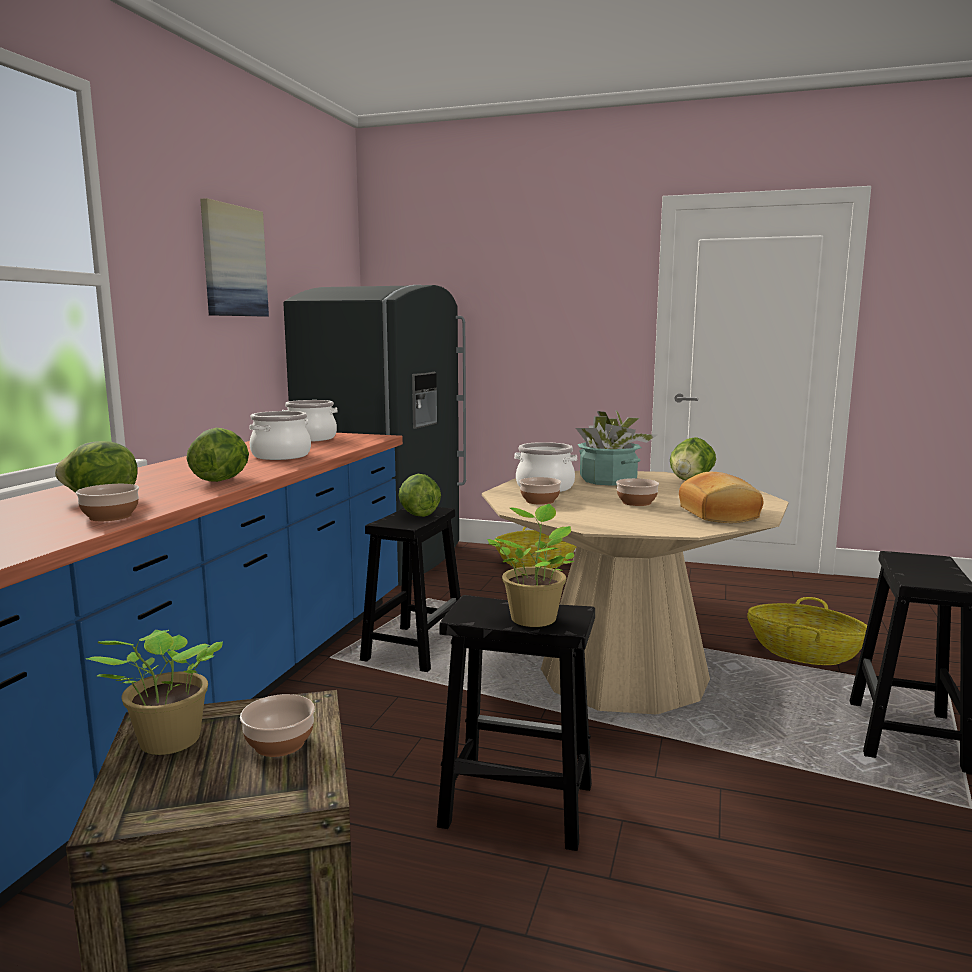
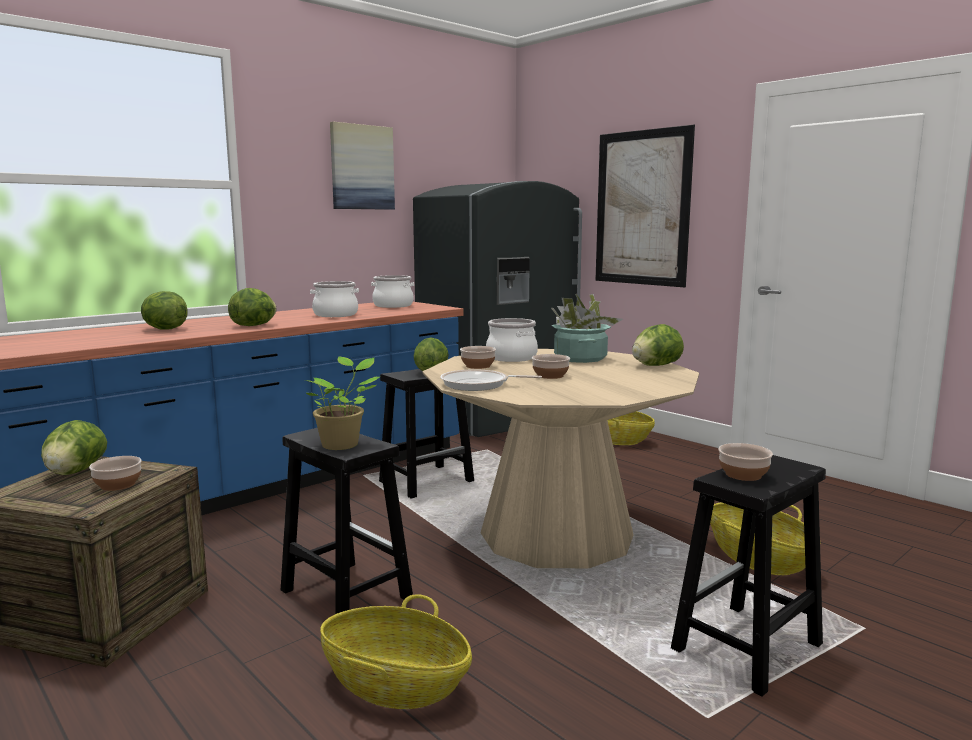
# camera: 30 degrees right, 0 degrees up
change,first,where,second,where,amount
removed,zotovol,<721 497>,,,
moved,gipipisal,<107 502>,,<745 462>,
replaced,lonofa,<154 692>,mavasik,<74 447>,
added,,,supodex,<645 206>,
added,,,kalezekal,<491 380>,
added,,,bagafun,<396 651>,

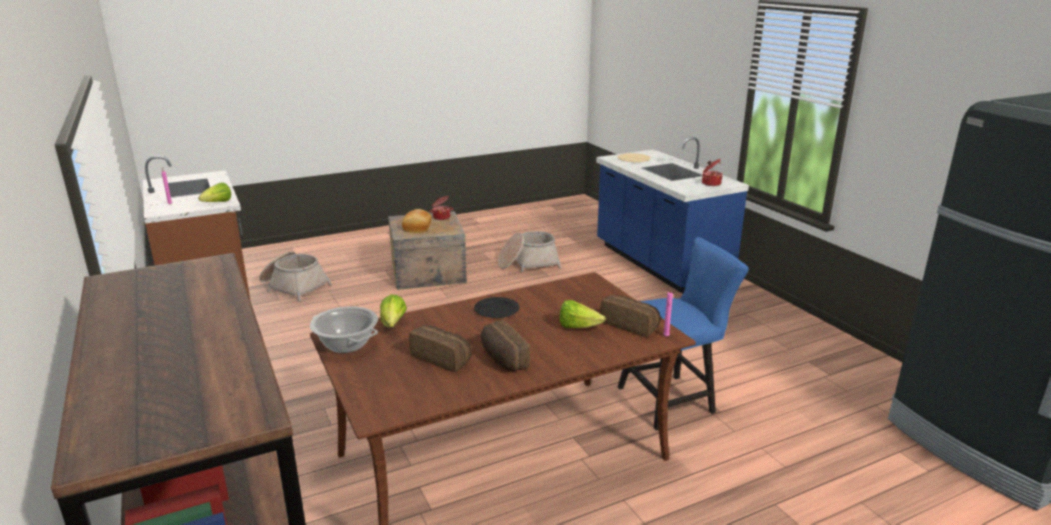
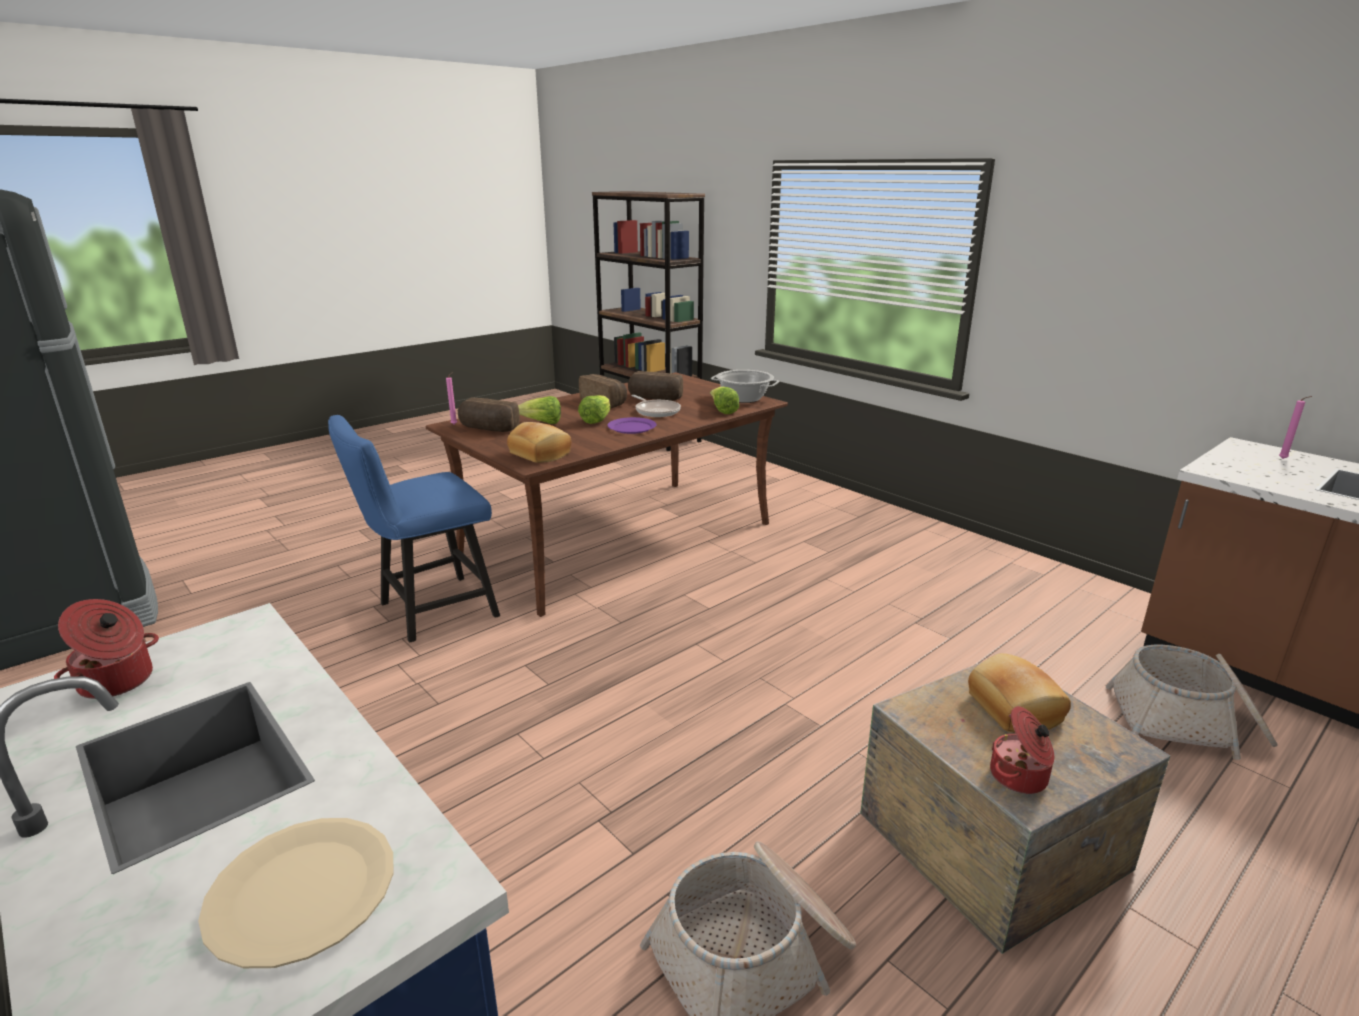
# camera: 165 degrees right, 0 degrees up
change,first,where,second,where,amount
moved,mavasik,<214 192>,,<594 409>,
recoloured,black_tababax,<497 307>,purple_tababax,<632 425>,
added,,,kalezekal,<656 406>,
added,,,zotovol,<539 442>,

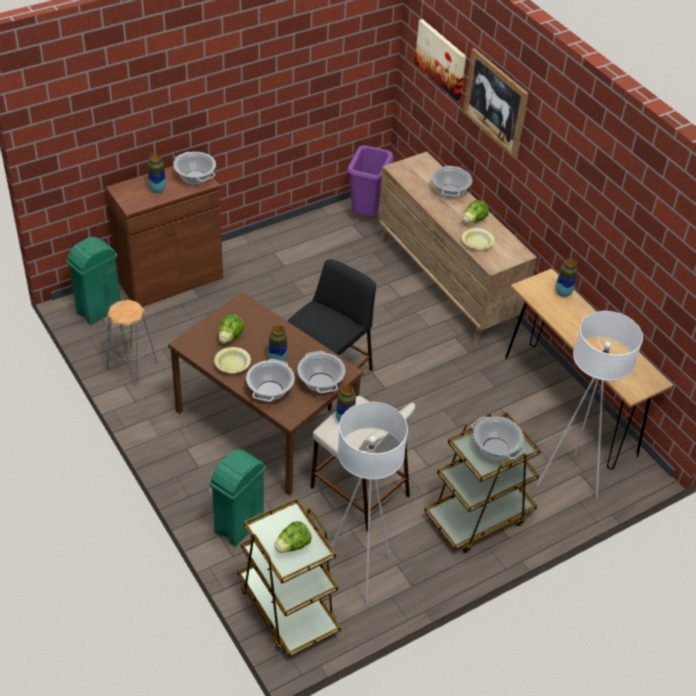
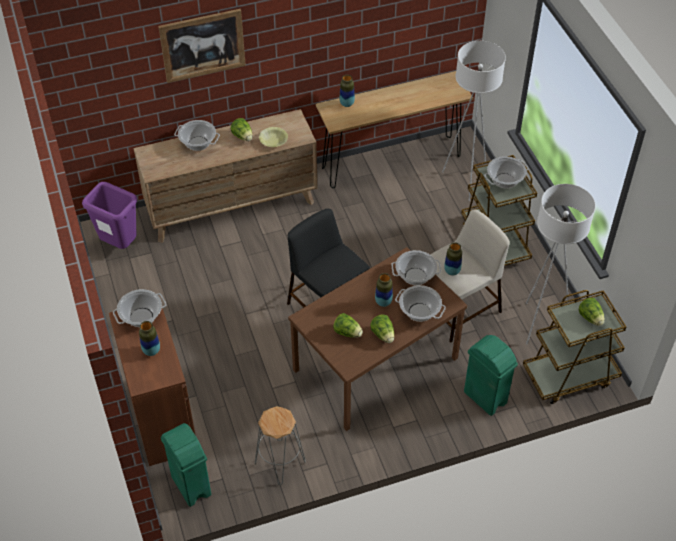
# camera: 75 degrees left, 5 degrees up
change,first,where,second,where,amount
removed,supodex,<440 60>,,,
replaced,yellow_gipipisal,<232 360>,mavasik,<382 328>,

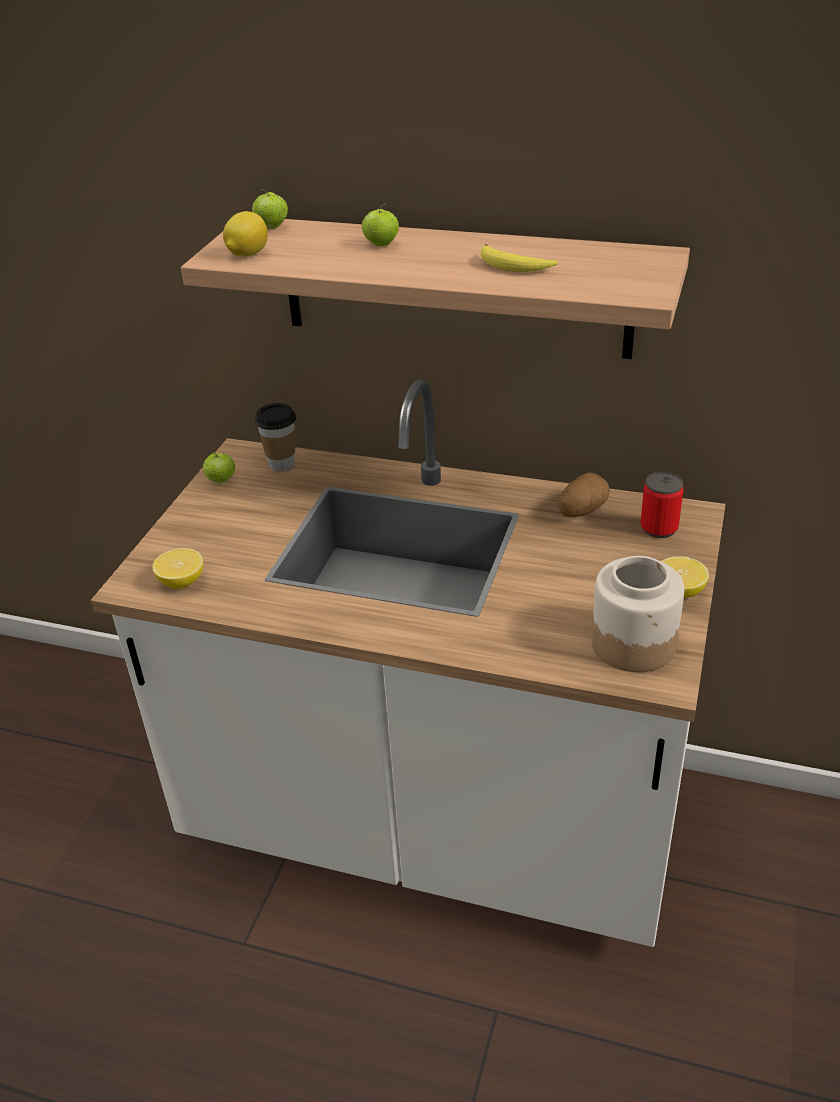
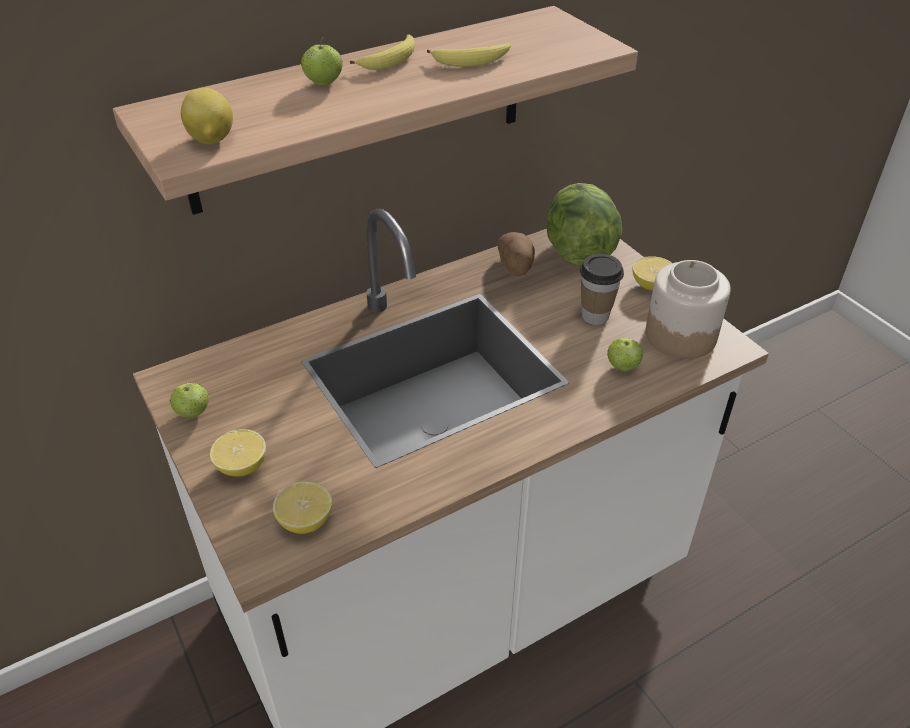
# camera: 50 degrees left, 5 degrees up
change,first,where,second,where,amount
moved,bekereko,<270 209>,,<625 354>,
moved,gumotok,<275 437>,,<602 289>,
replaced,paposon,<662 505>,mavasik,<584 224>,
added,,,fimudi,<382 52>,
added,,,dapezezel,<238 452>,

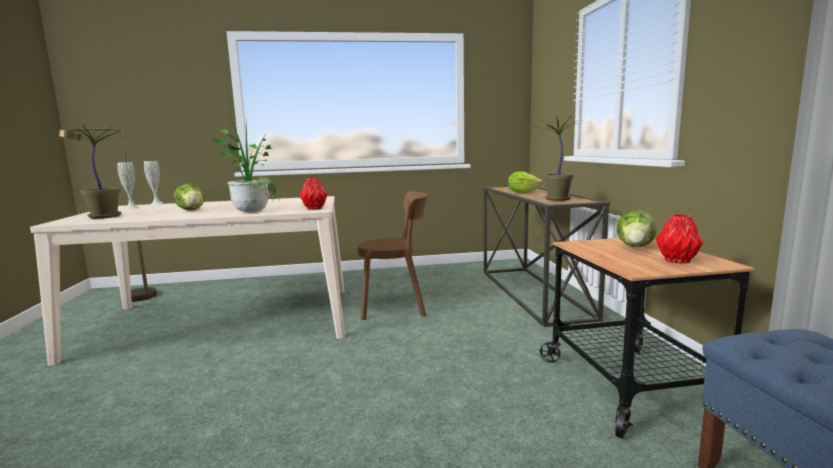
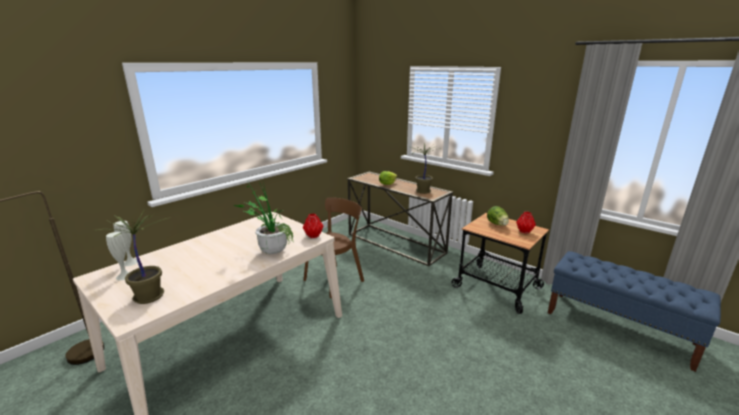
# camera: 40 degrees left, 10 degrees up
change,first,where,second,where,amount
removed,mavasik,<189 196>,,,

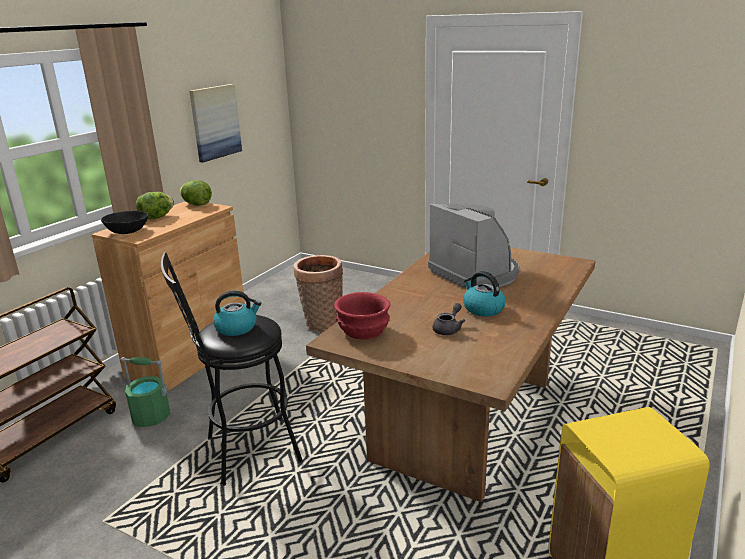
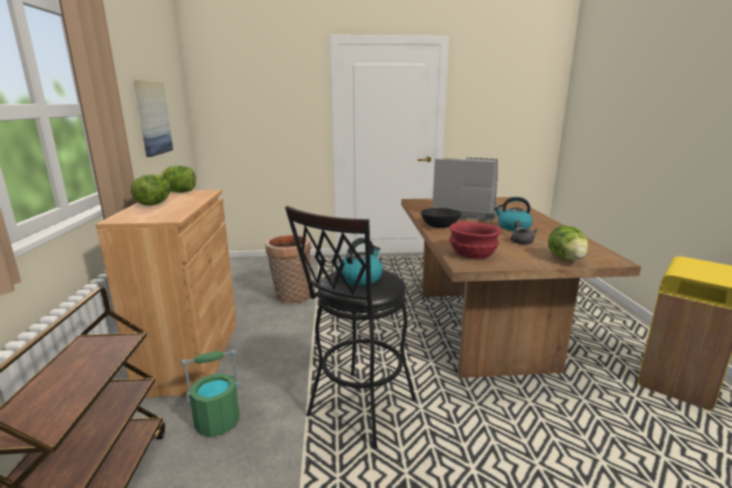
# camera: 35 degrees left, 5 degrees down
change,first,where,second,where,amount
moved,black_gipipisal,<124 222>,,<441 218>,
added,,,mavasik,<568 243>,

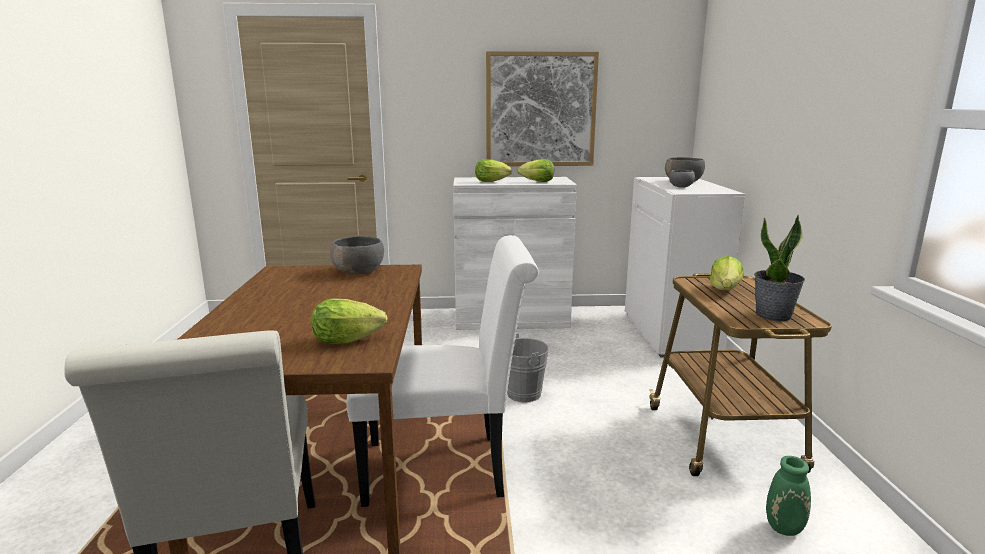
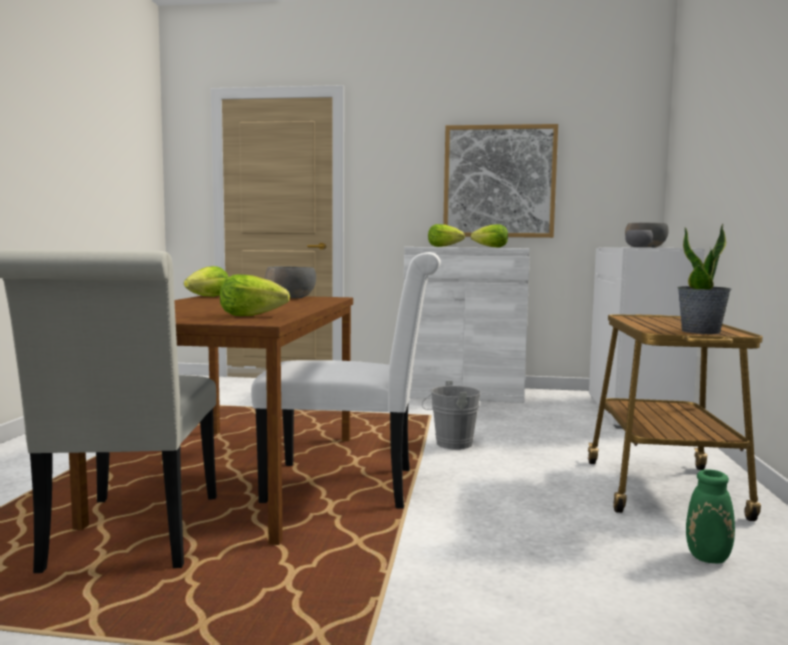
# camera: 10 degrees right, 10 degrees down
change,first,where,second,where,amount
moved,mavasik,<727 273>,,<206 281>,

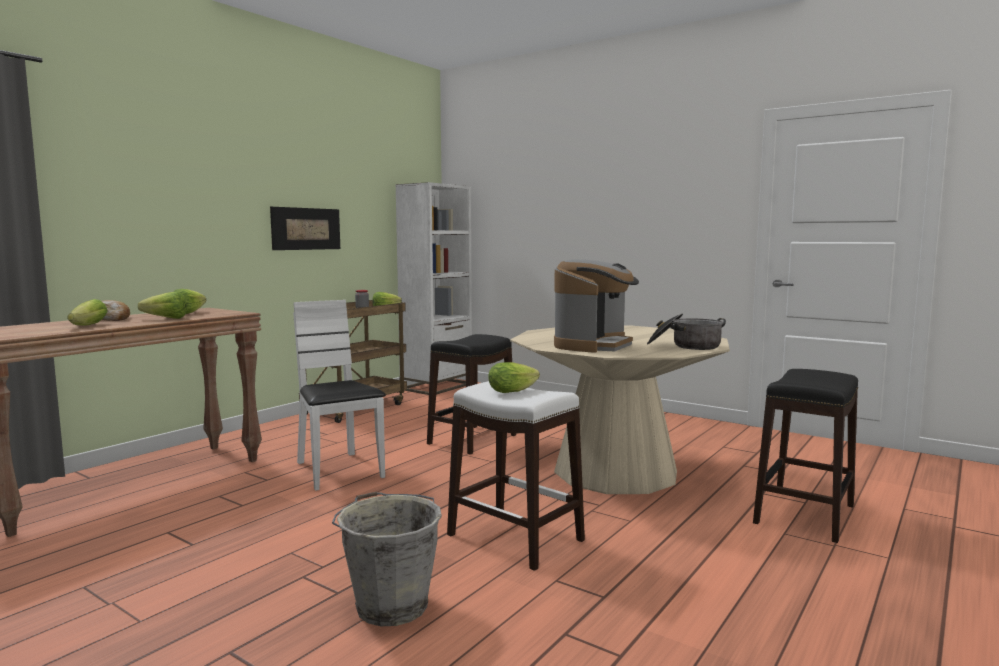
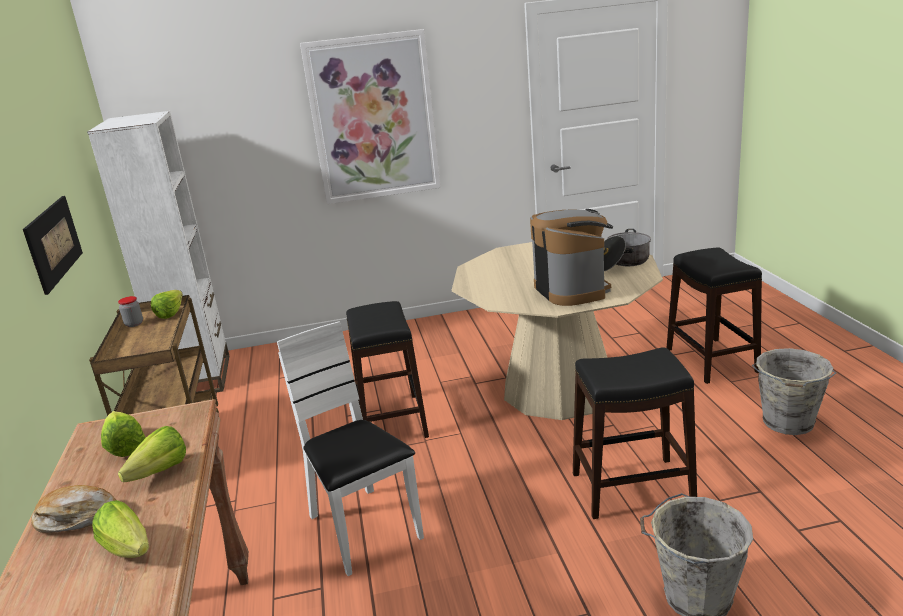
# camera: 45 degrees left, 15 degrees up
change,first,where,second,where,amount
turned,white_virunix,<339 395>,,<350 448>,45 degrees clockwise
removed,mavasik,<514 377>,,,
recoloured,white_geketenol,<516 476>,black_geketenol,<635 433>,
added,,,supodex,<370 116>,
added,,,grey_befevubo,<794 391>,

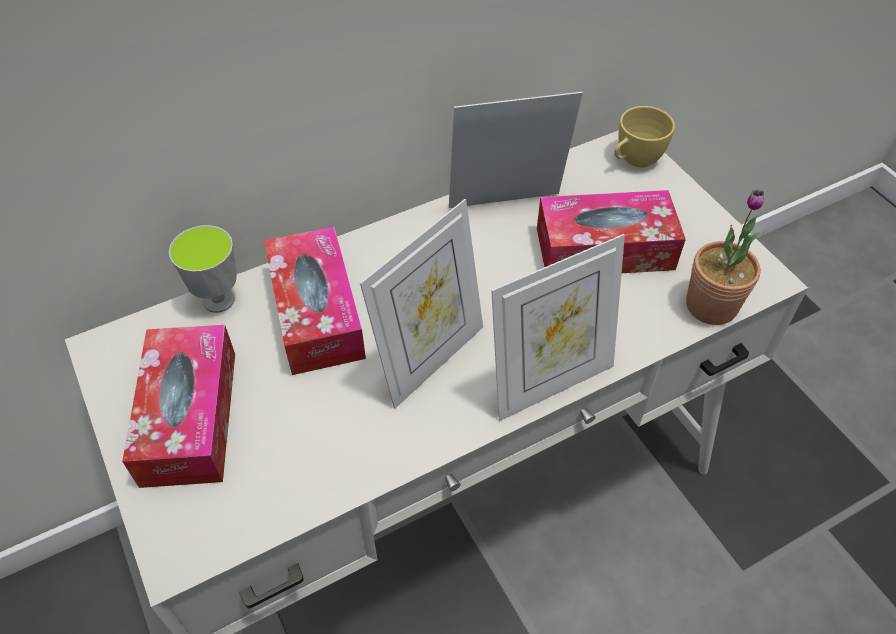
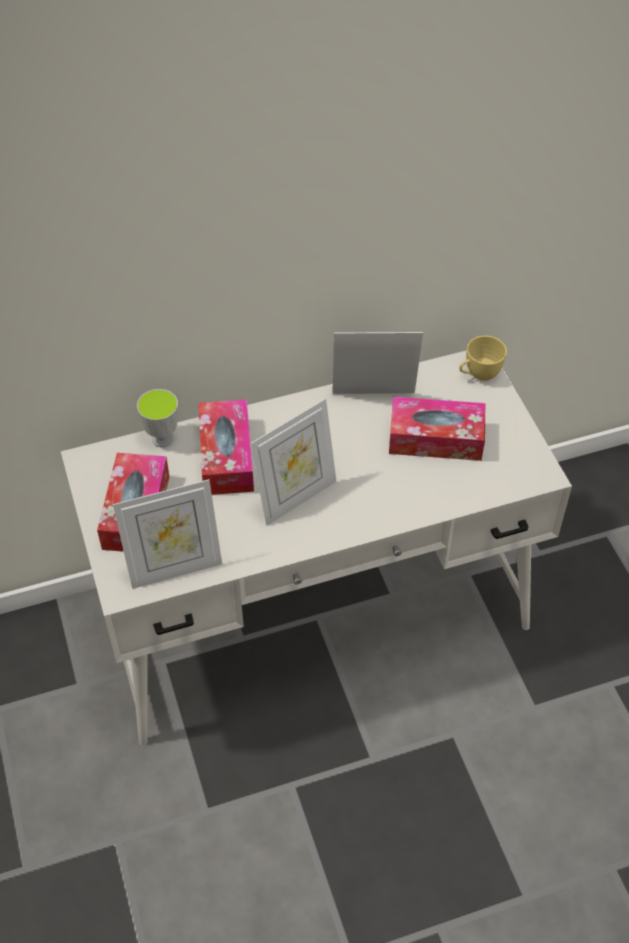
# camera: 10 degrees right, 0 degrees up
change,first,where,second,where,amount
removed,lonofa,<725 257>,,,
moved,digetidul,<558 327>,,<167 534>,

